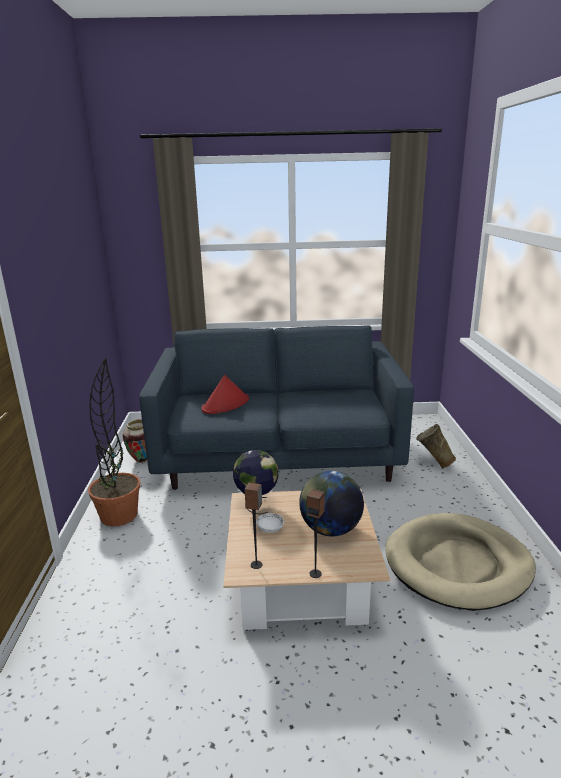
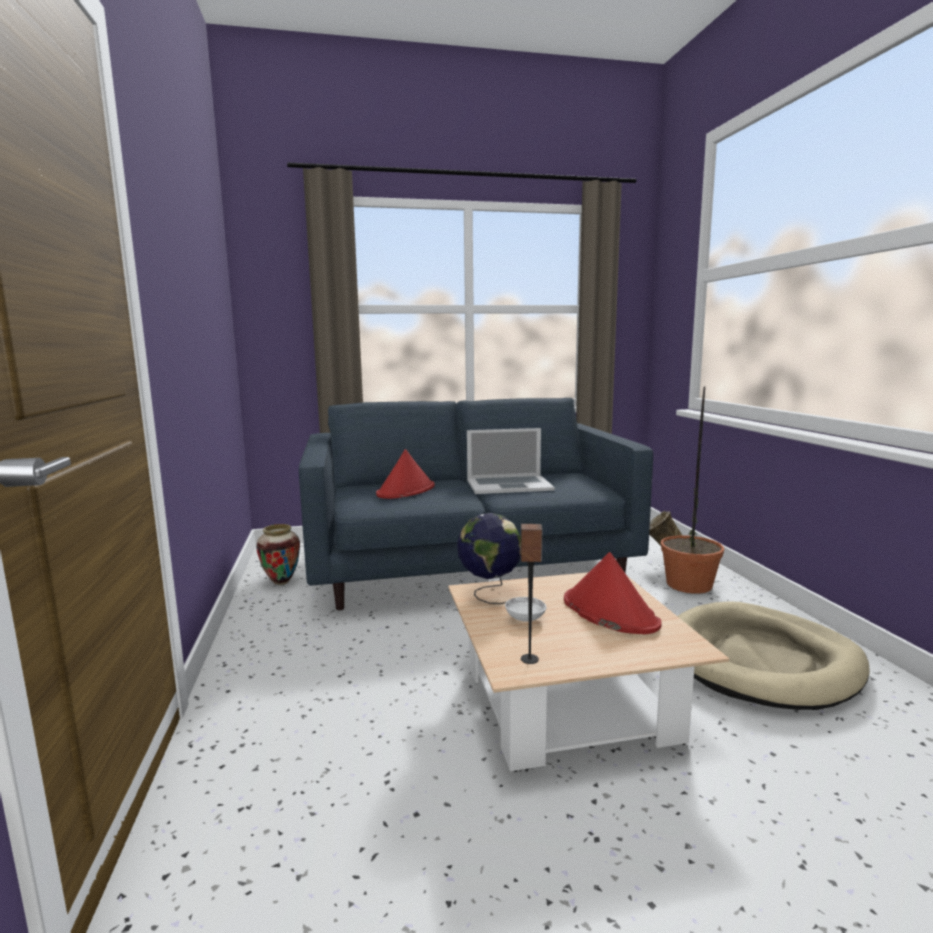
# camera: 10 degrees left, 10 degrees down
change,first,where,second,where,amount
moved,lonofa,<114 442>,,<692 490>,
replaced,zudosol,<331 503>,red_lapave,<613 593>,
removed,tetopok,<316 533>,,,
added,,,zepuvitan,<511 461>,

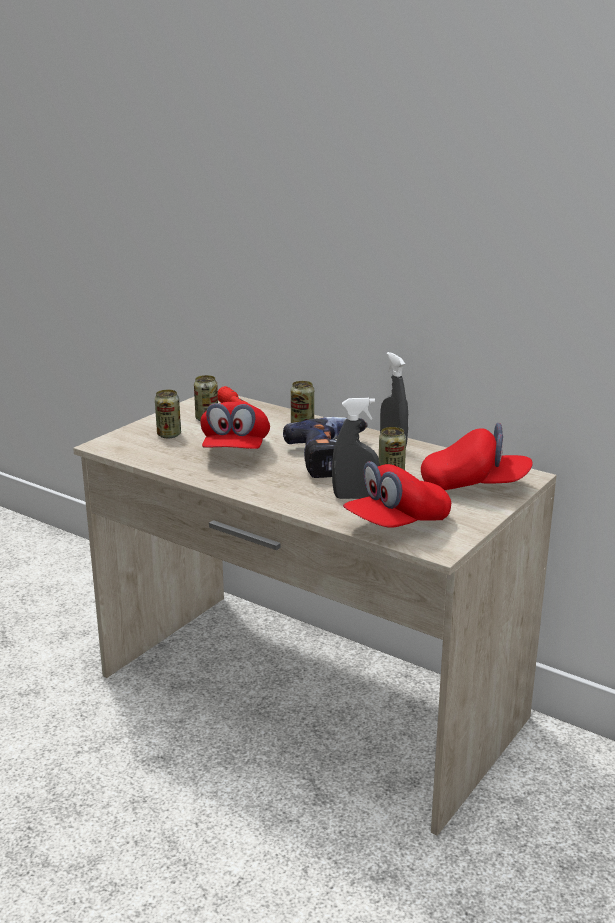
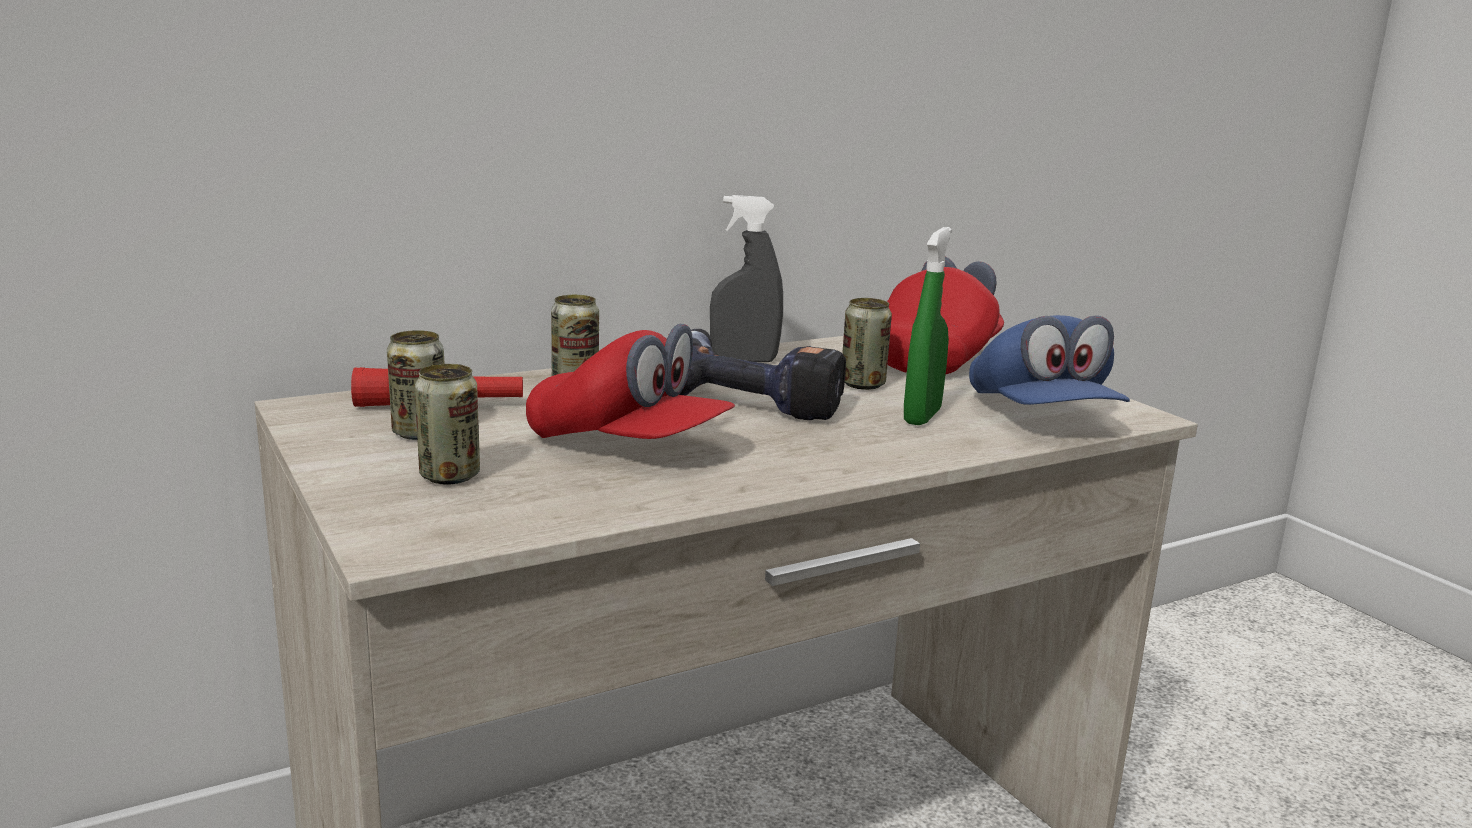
# camera: 65 degrees left, 5 degrees down
change,first,where,second,where,amount
recoloured,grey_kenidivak,<355 448>,green_kenidivak,<928 326>,
recoloured,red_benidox,<397 494>,blue_benidox,<1049 360>,

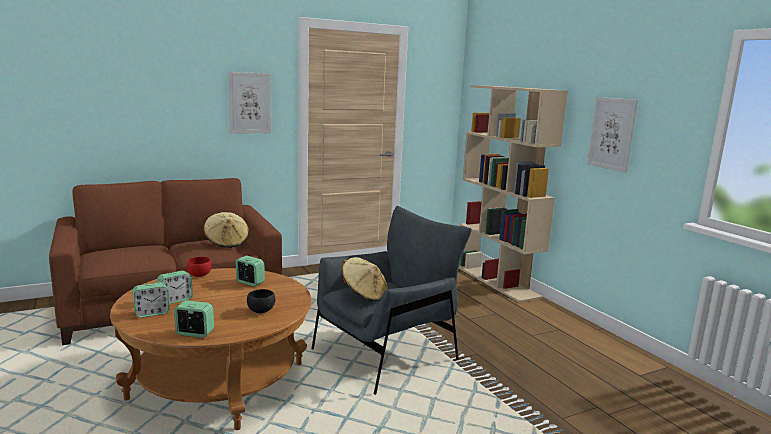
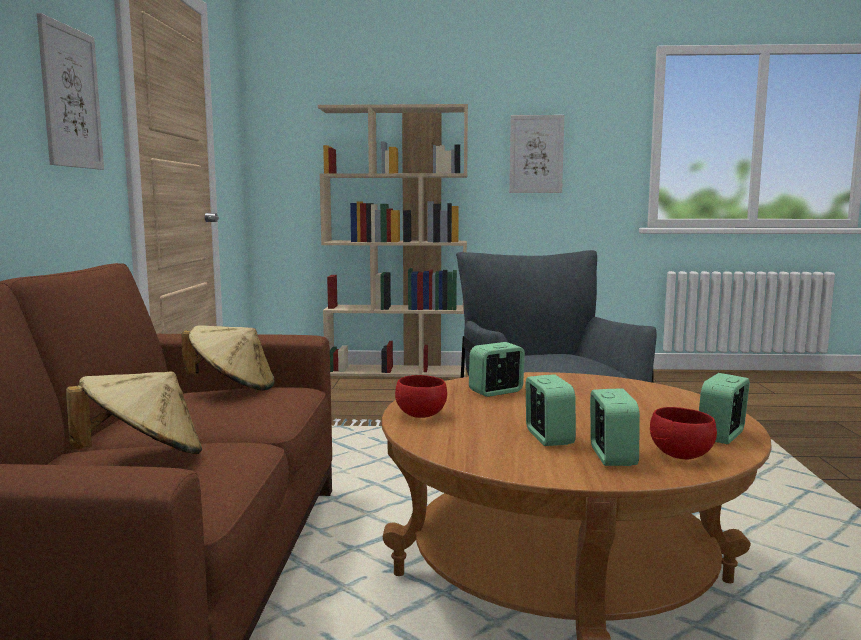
# camera: 60 degrees left, 5 degrees down
change,first,where,second,where,amount
moved,beige_lapave,<365 279>,,<134 412>,
removed,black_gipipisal,<261 301>,,,
added,,,red_gipipisal,<683 433>,

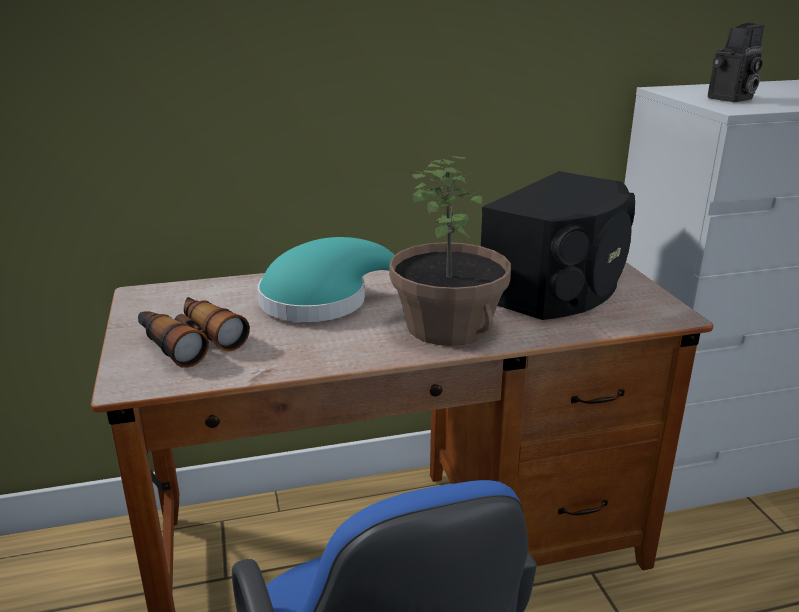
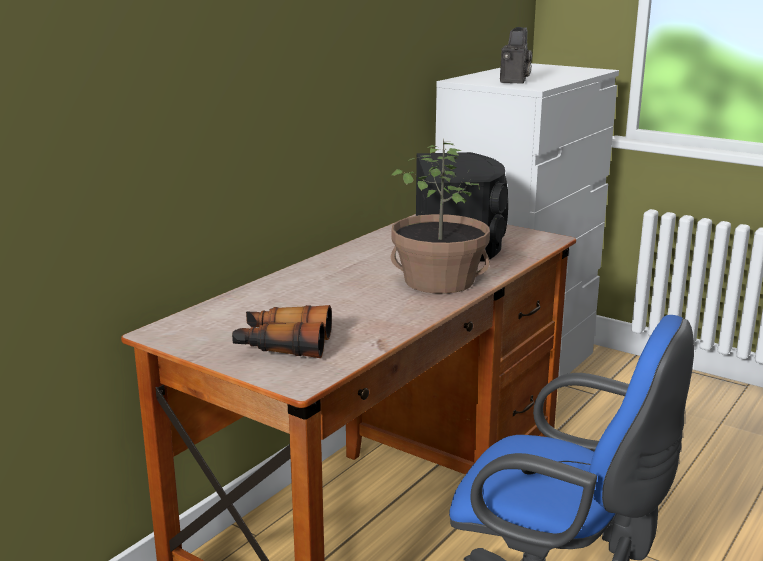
# camera: 40 degrees left, 5 degrees down
change,first,where,second,where,amount
removed,turquoise_lapave,<326 279>,,,

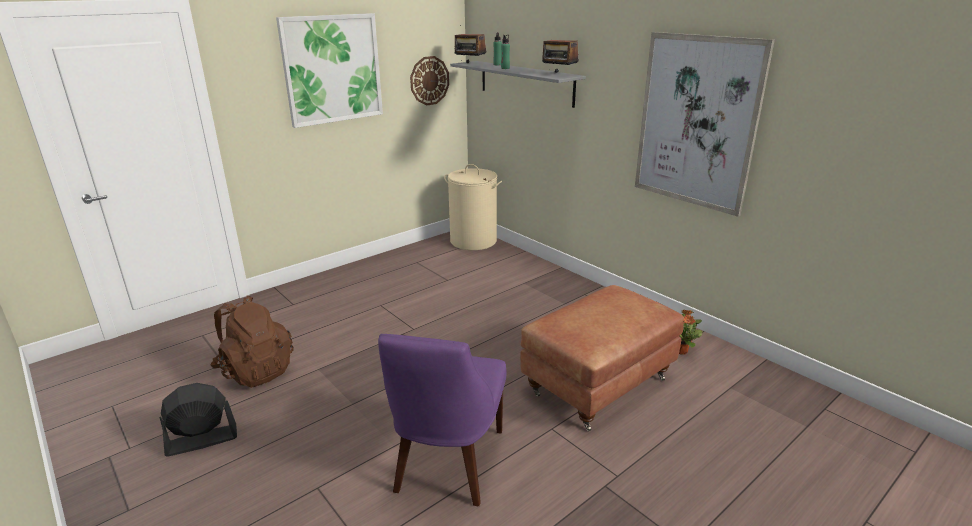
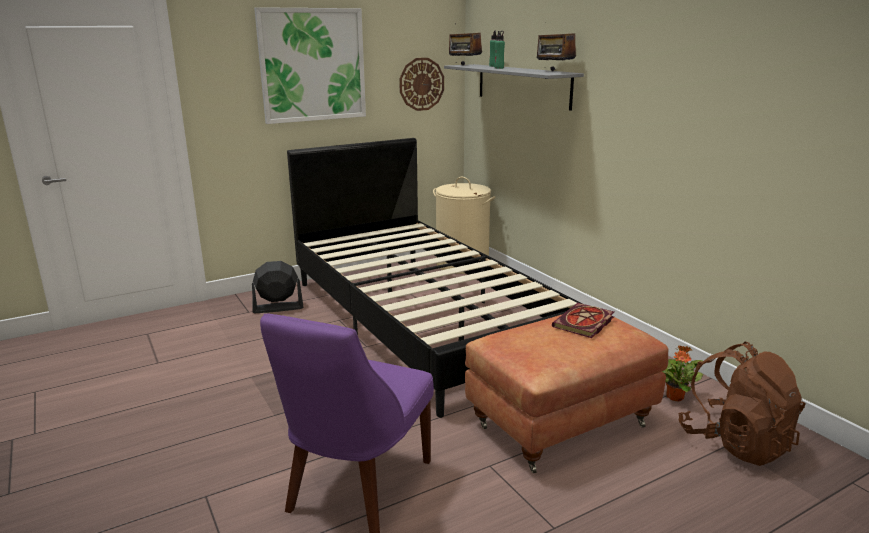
# camera: 10 degrees right, 5 degrees down
change,first,where,second,where,amount
removed,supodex,<705 124>,,,
moved,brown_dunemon,<252 341>,,<742 404>,
moved,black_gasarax,<198 419>,,<277 287>,
added,,,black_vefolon,<435 278>,
added,,,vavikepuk,<583 320>,

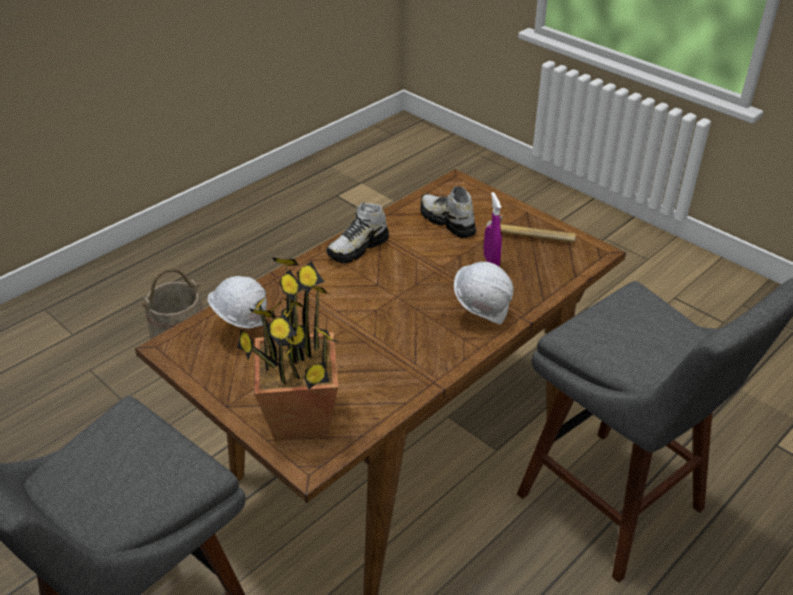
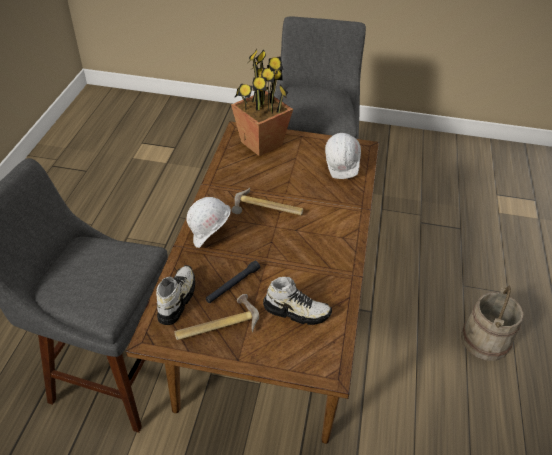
# camera: 145 degrees right, 5 degrees up
change,first,where,second,where,amount
replaced,purple_kenidivak,<493 229>,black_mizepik,<233 282>,
moved,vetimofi,<357 232>,,<175 295>,
added,,,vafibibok,<267 201>,

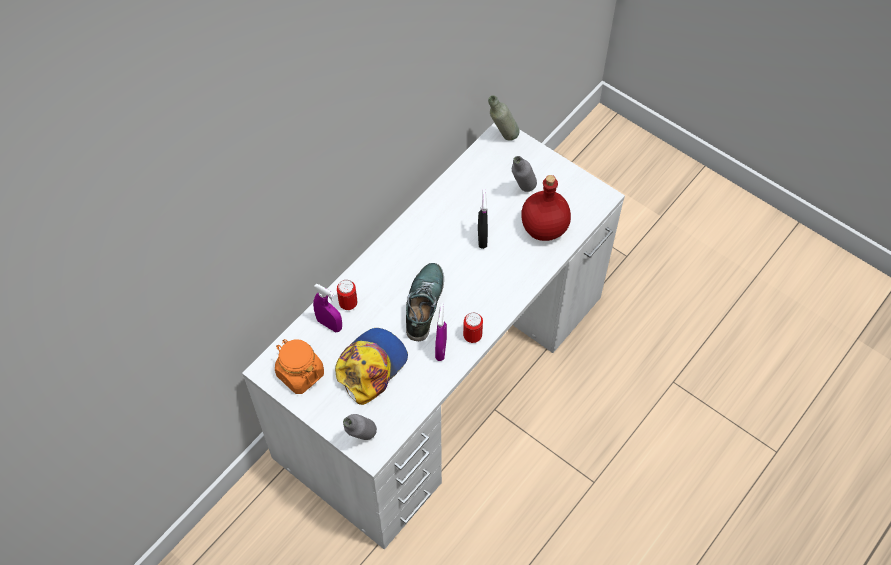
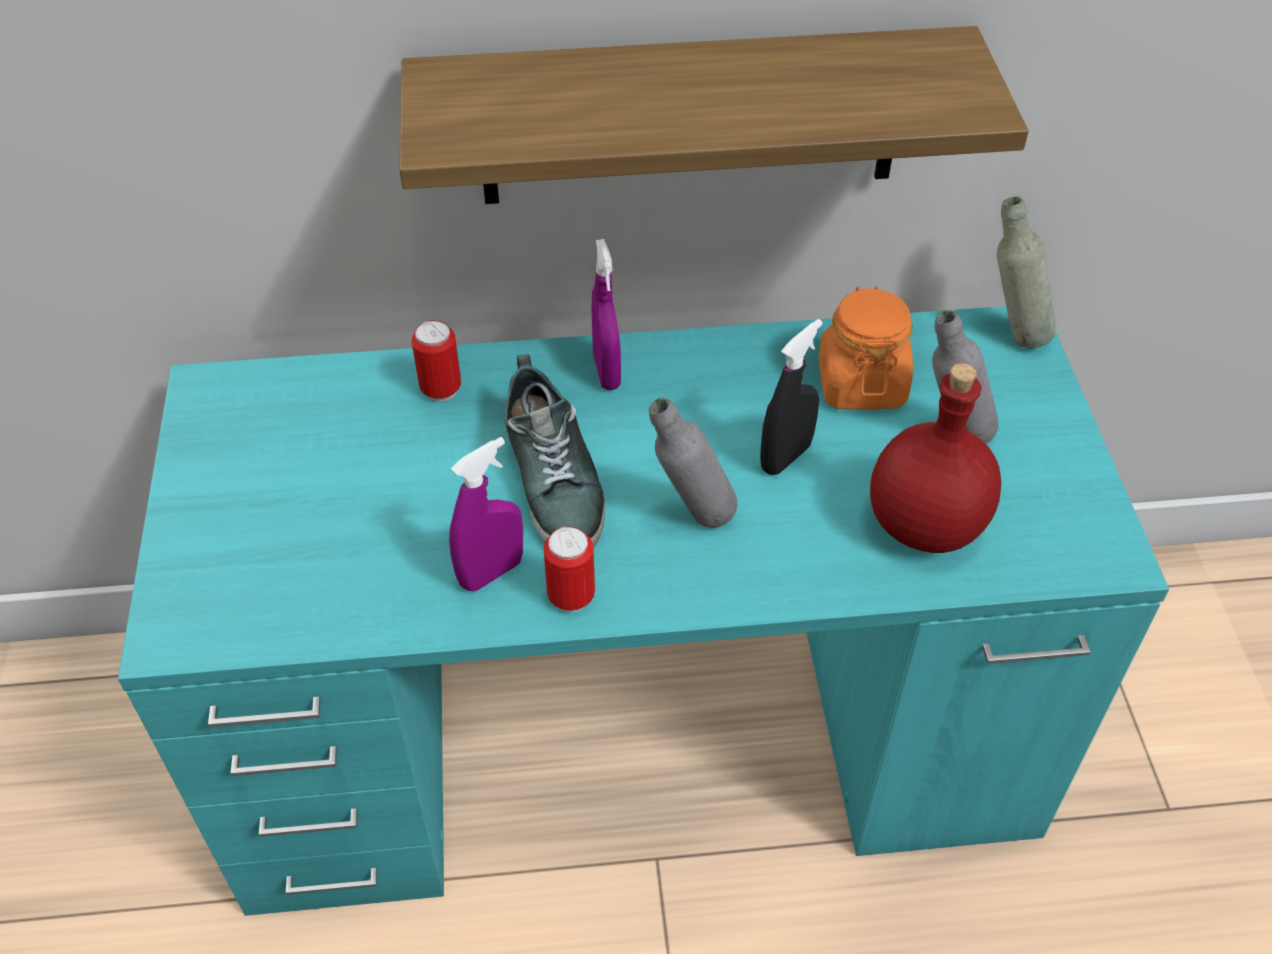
# camera: 45 degrees right, 10 degrees down
change,first,where,second,where,amount
recoloured,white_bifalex,<433 336>,turquoise_bifalex,<643 611>,
turned,vetimofi,<425 302>,,<554 450>,105 degrees clockwise
moved,purple_kenidivak,<327 307>,,<606 314>,
removed,benidox,<371 366>,,,
moved,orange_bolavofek,<299 366>,,<865 348>,
moved,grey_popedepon,<360 427>,,<693 463>,
added,,,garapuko,<714 115>,

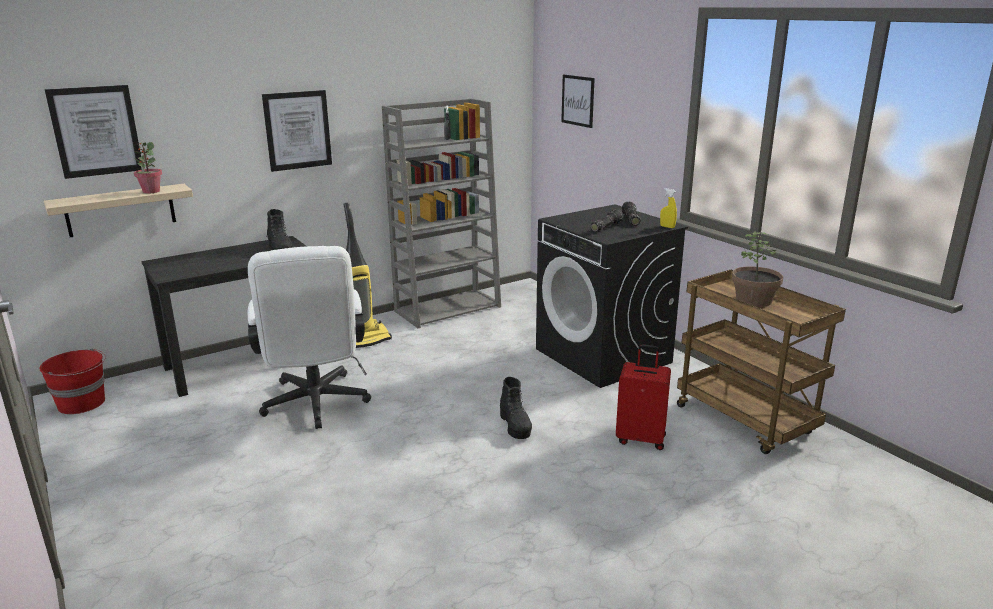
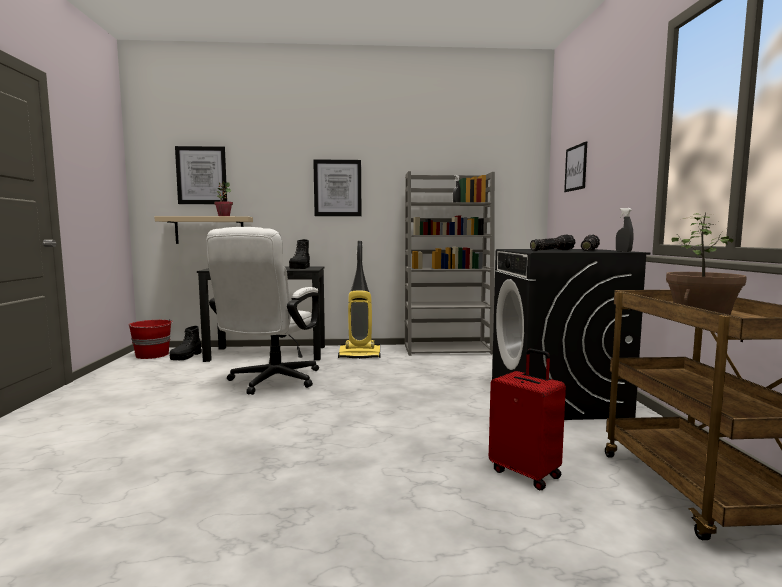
# camera: 30 degrees right, 15 degrees down
change,first,where,second,where,amount
recoloured,yellow_kenidivak,<668 208>,grey_kenidivak,<624 230>,
moved,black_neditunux,<516 408>,,<185 343>,

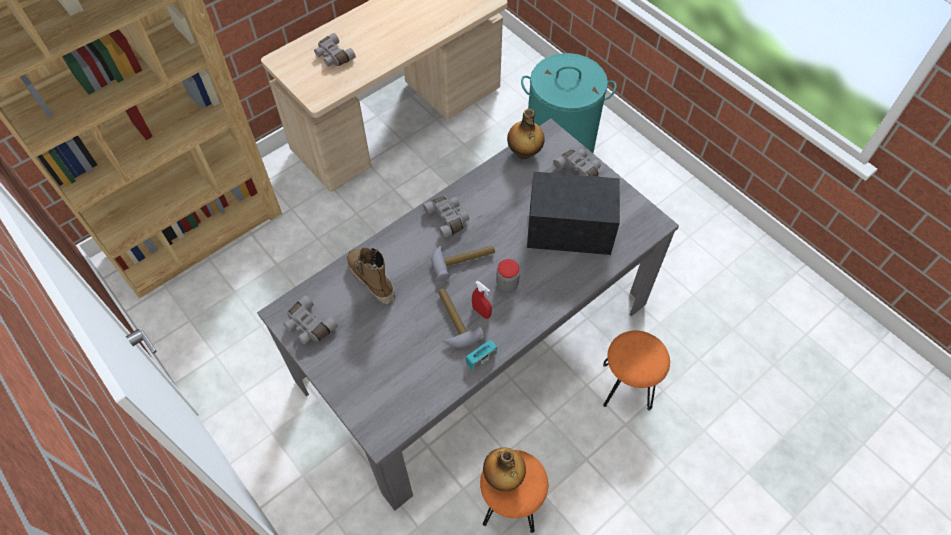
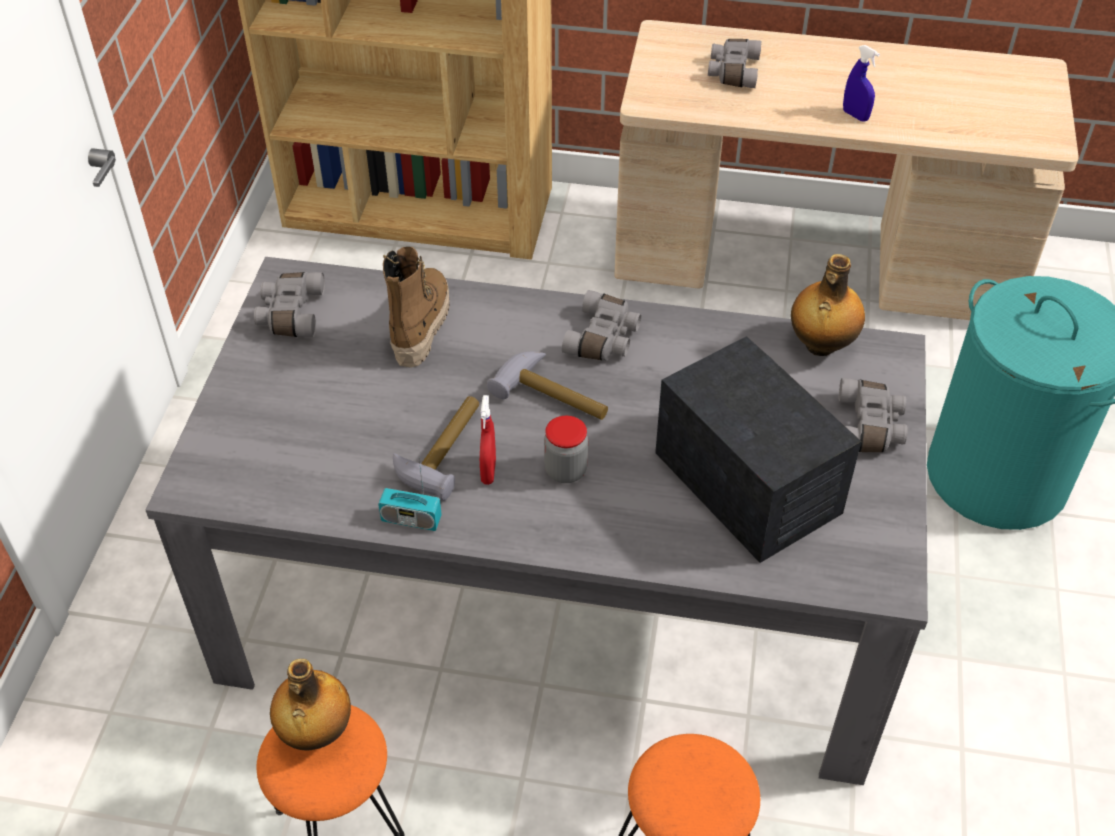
# camera: 50 degrees right, 10 degrees down
change,first,where,second,where,amount
added,,,blue_kenidivak,<861 83>,

